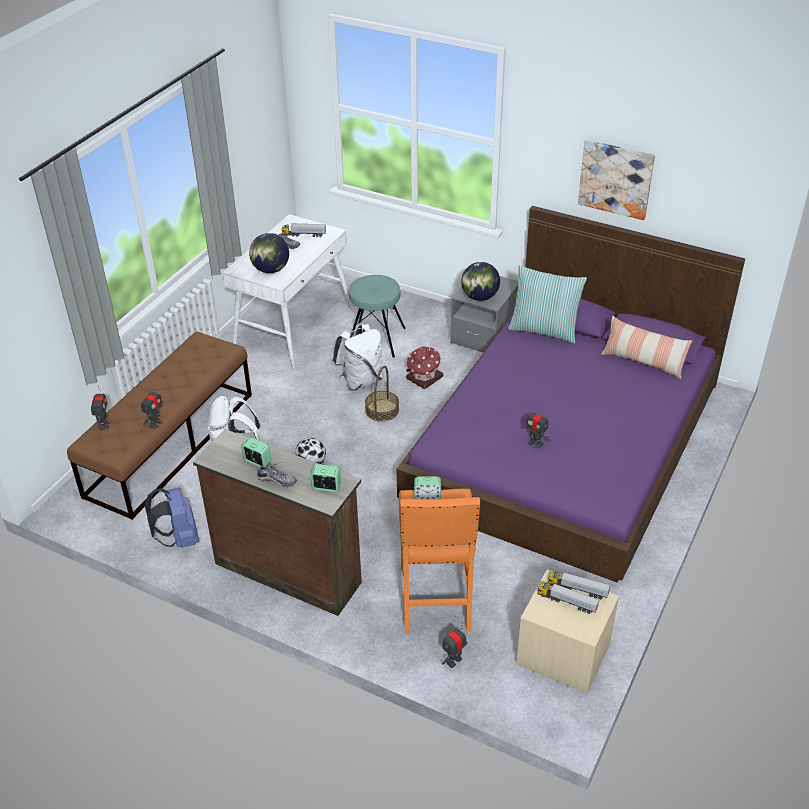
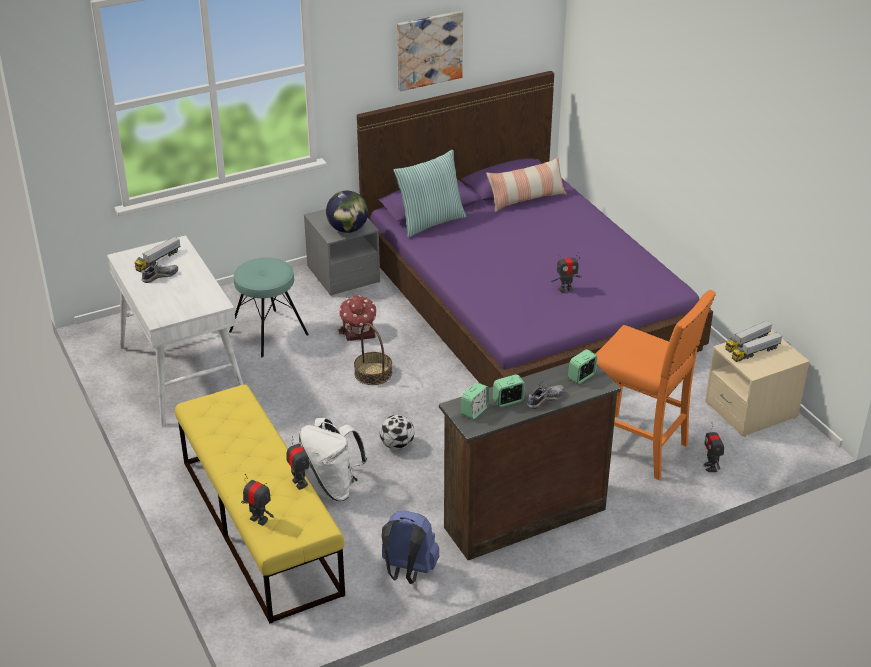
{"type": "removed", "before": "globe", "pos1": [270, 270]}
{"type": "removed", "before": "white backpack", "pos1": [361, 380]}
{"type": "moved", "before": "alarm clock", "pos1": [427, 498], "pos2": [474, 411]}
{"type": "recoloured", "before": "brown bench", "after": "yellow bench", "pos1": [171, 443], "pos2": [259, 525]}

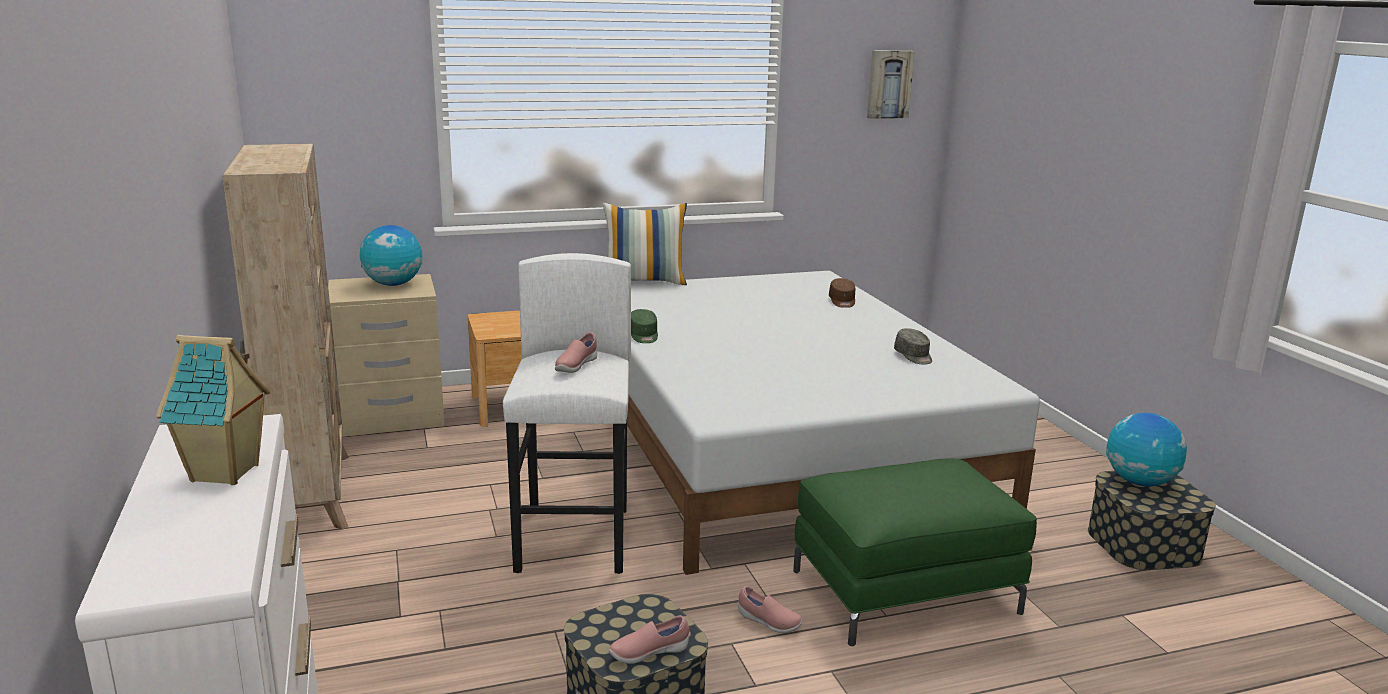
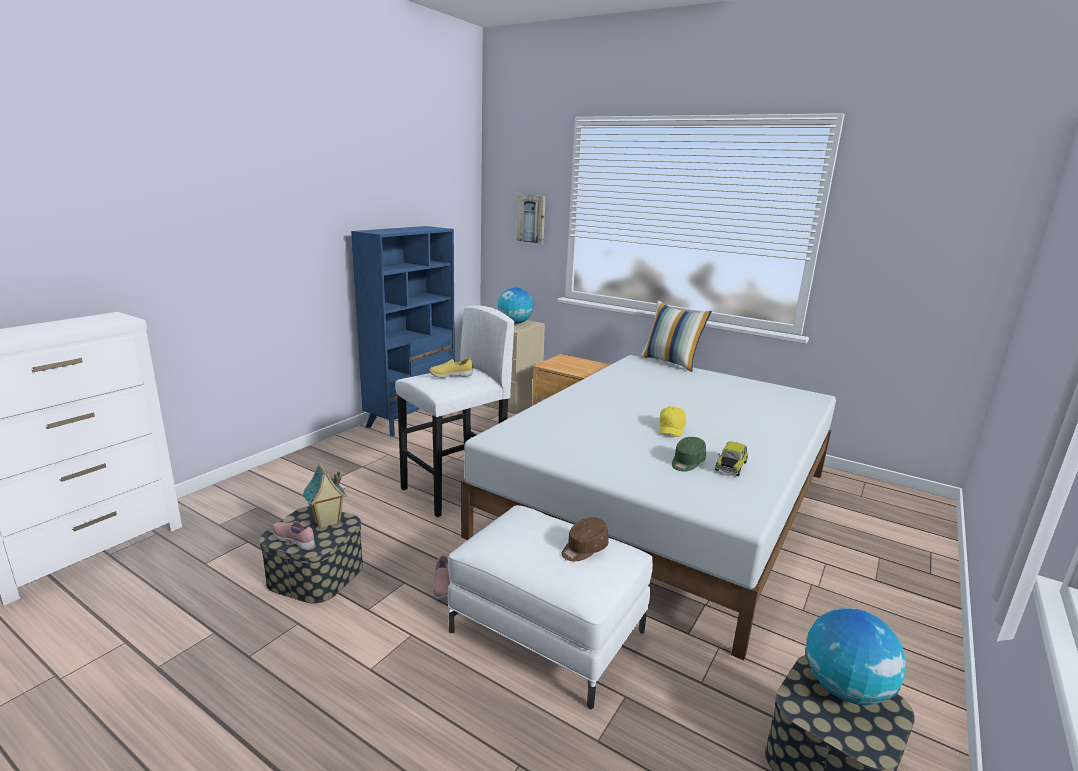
{"type": "added", "after": "yellow cap", "pos2": [671, 429]}
{"type": "moved", "before": "toy house", "pos1": [226, 473], "pos2": [327, 522]}
{"type": "moved", "before": "green cap", "pos1": [643, 336], "pos2": [687, 462]}
{"type": "moved", "before": "brown cap", "pos1": [842, 301], "pos2": [583, 549]}
{"type": "moved", "before": "picture", "pos1": [889, 84], "pos2": [531, 218]}
{"type": "replaced", "before": "grey cap", "after": "toy car", "pos1": [913, 356], "pos2": [730, 466]}
{"type": "recoloured", "before": "beige bookcase", "after": "blue bookcase", "pos1": [312, 493], "pos2": [412, 417]}
{"type": "recoloured", "before": "pink shoe", "after": "yellow shoe", "pos1": [575, 366], "pos2": [451, 376]}
{"type": "recoloured", "before": "green ottoman", "after": "white ottoman", "pos1": [905, 591], "pos2": [547, 631]}

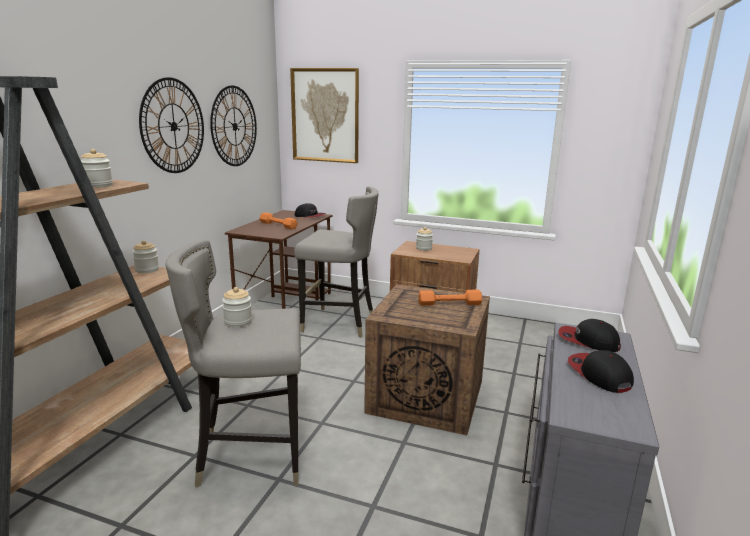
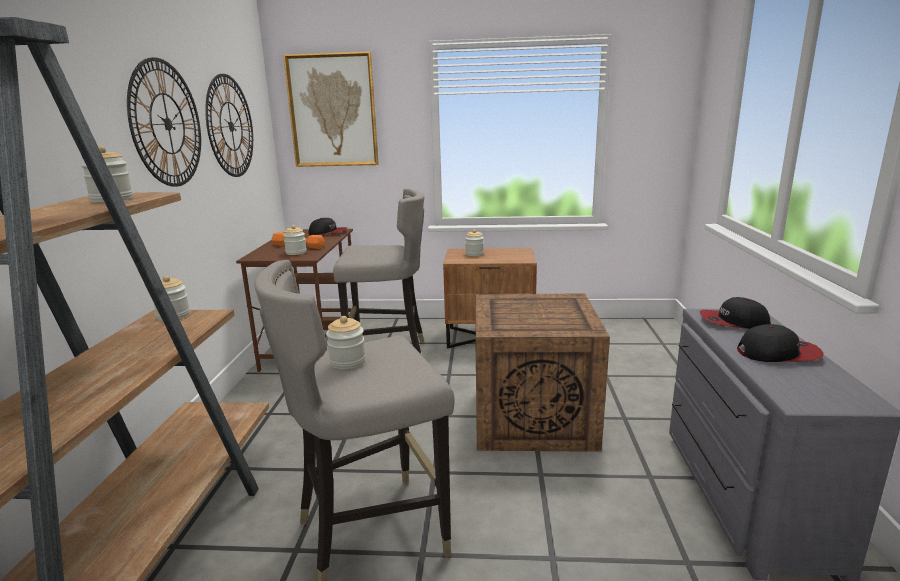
{"type": "removed", "before": "orange dumbbell", "pos1": [449, 304]}
{"type": "added", "after": "jar", "pos2": [296, 252]}
{"type": "turned", "before": "cap", "pos1": [599, 374], "pos2": [778, 353], "turn": 135}

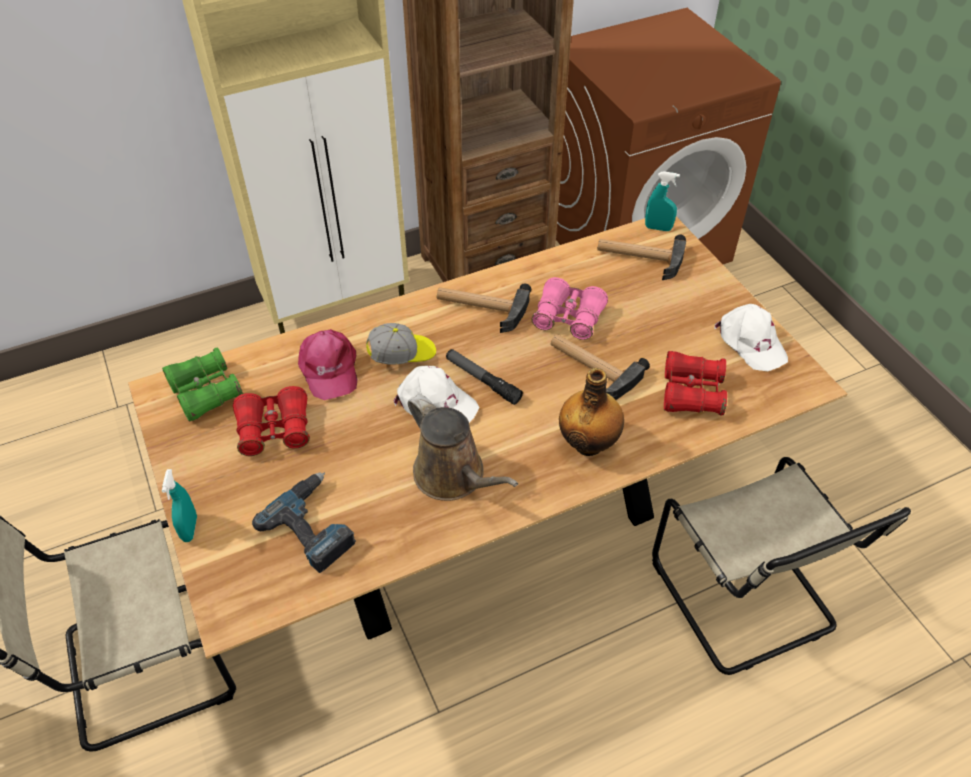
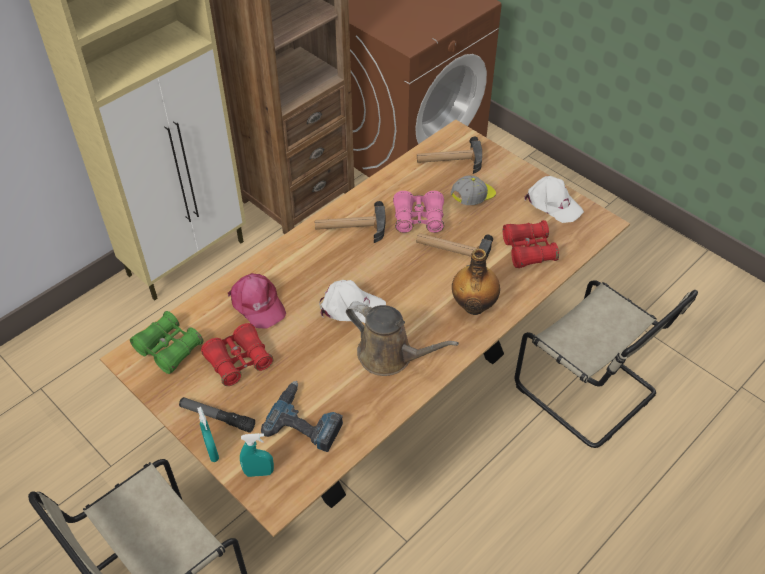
{"type": "moved", "before": "cap", "pos1": [402, 355], "pos2": [473, 198]}
{"type": "moved", "before": "flashlight", "pos1": [482, 380], "pos2": [217, 417]}
{"type": "moved", "before": "turquoise spray bottle", "pos1": [658, 228], "pos2": [259, 472]}

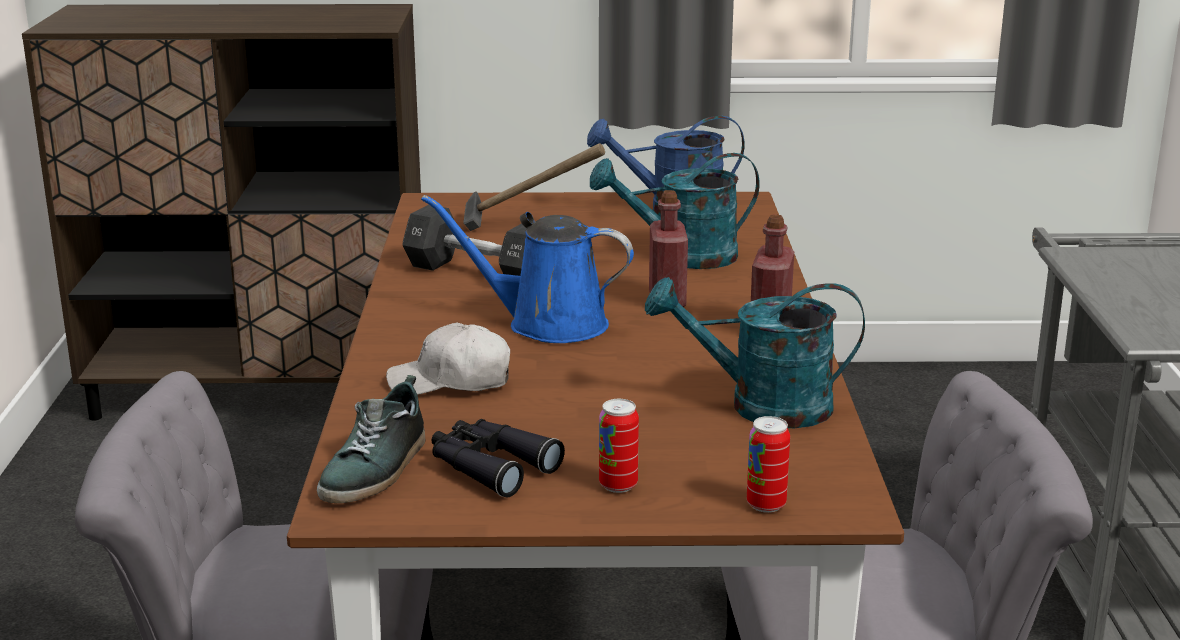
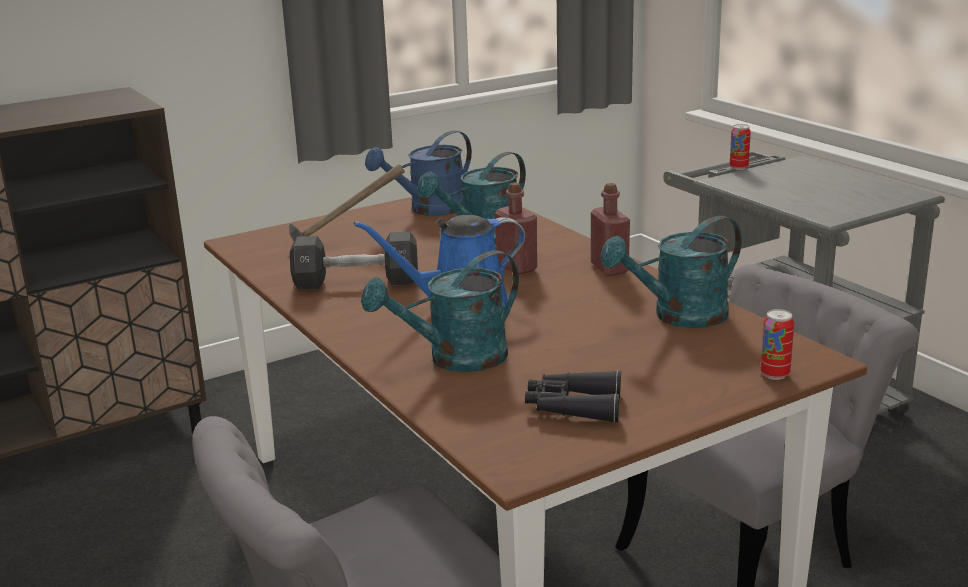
{"type": "removed", "before": "shoe", "pos1": [376, 469]}
{"type": "moved", "before": "can", "pos1": [618, 485], "pos2": [738, 168]}
{"type": "replaced", "before": "white cap", "after": "turquoise watering can", "pos1": [451, 381], "pos2": [455, 360]}

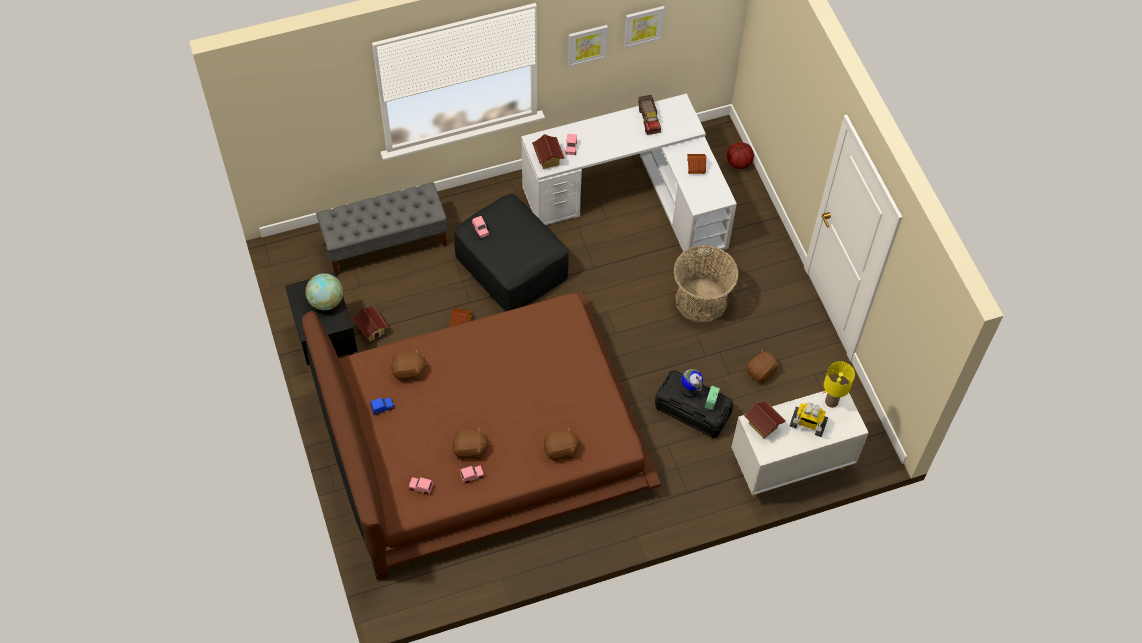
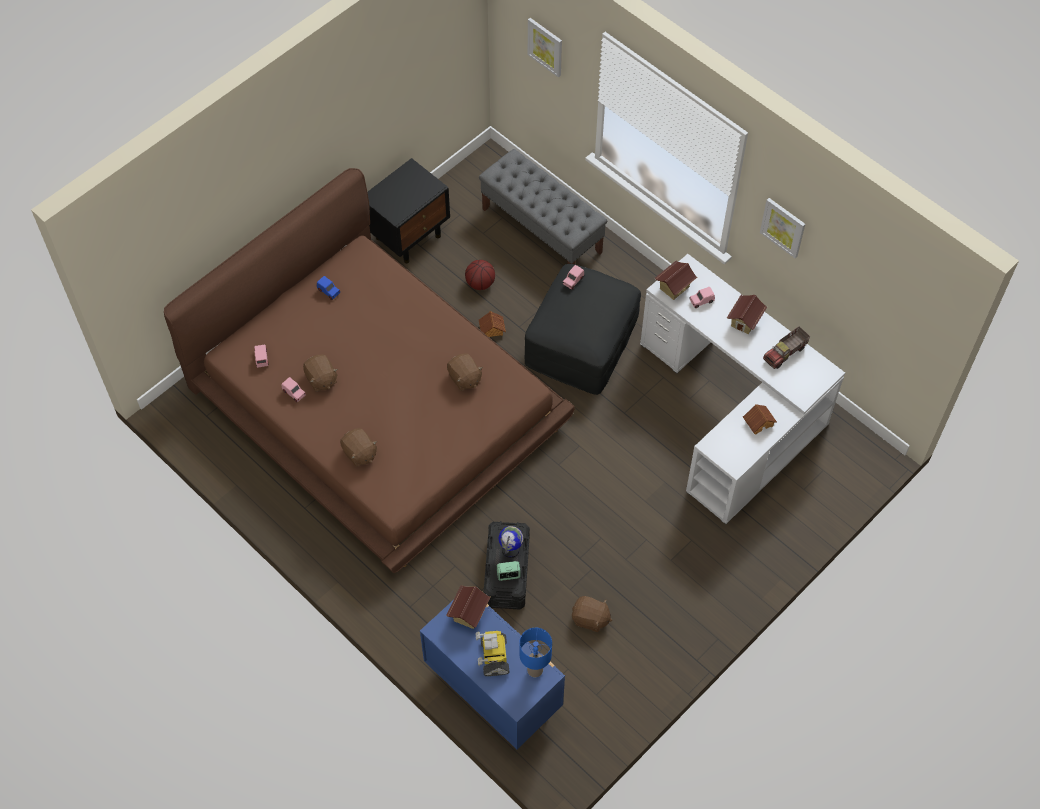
{"type": "removed", "before": "globe", "pos1": [326, 301]}
{"type": "removed", "before": "basket", "pos1": [701, 301]}
{"type": "moved", "before": "toy house", "pos1": [372, 330], "pos2": [745, 322]}
{"type": "moved", "before": "brown plush toy", "pos1": [409, 372], "pos2": [464, 378]}
{"type": "moved", "before": "picture", "pos1": [643, 25], "pos2": [545, 46]}
{"type": "moved", "before": "basketball", "pos1": [739, 163], "pos2": [480, 283]}
{"type": "recoloured", "before": "white dresser", "after": "blue dresser", "pos1": [789, 465], "pos2": [492, 691]}
{"type": "recoloured", "before": "yellow table lamp", "after": "blue table lamp", "pos1": [831, 401], "pos2": [535, 669]}

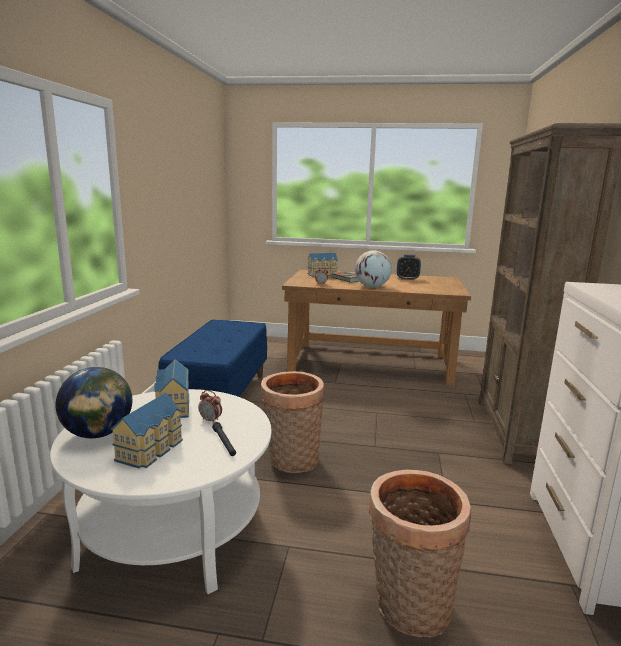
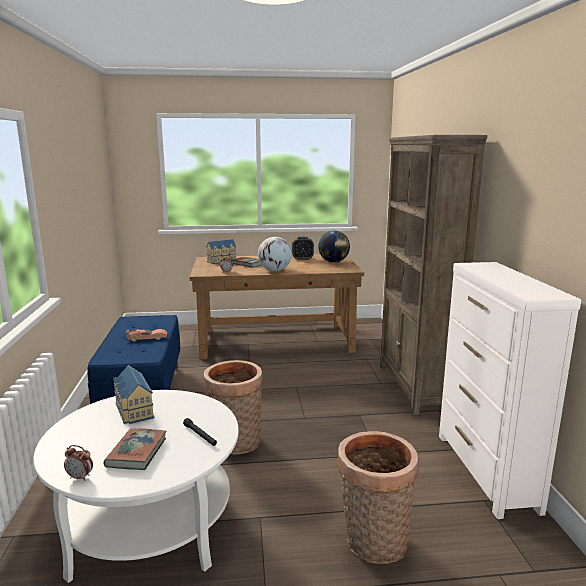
{"type": "added", "after": "toy car", "pos2": [147, 338]}
{"type": "moved", "before": "globe", "pos1": [98, 434], "pos2": [333, 262]}
{"type": "moved", "before": "alarm clock", "pos1": [210, 420], "pos2": [80, 477]}
{"type": "replaced", "before": "toy house", "after": "book", "pos1": [152, 449], "pos2": [137, 452]}

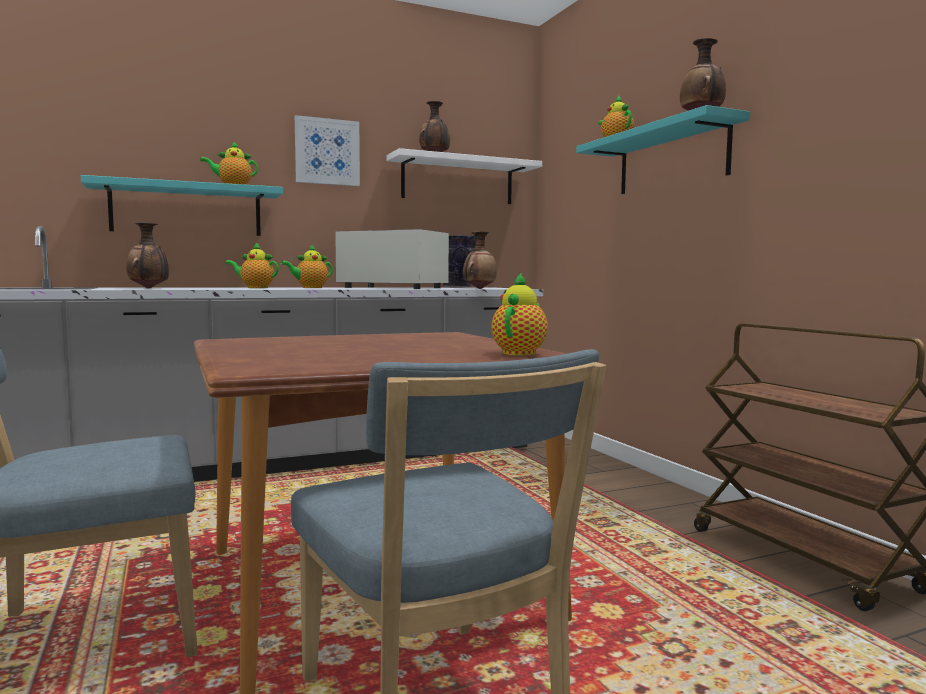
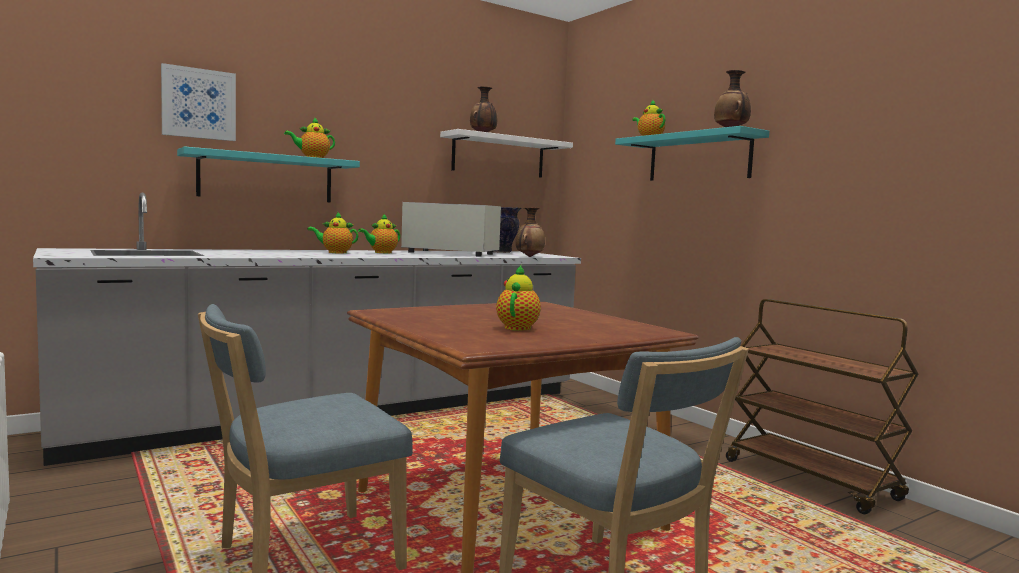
{"type": "removed", "before": "vase", "pos1": [149, 288]}
{"type": "moved", "before": "picture", "pos1": [327, 152], "pos2": [199, 103]}
{"type": "moved", "before": "teapot", "pos1": [520, 353], "pos2": [518, 327]}

